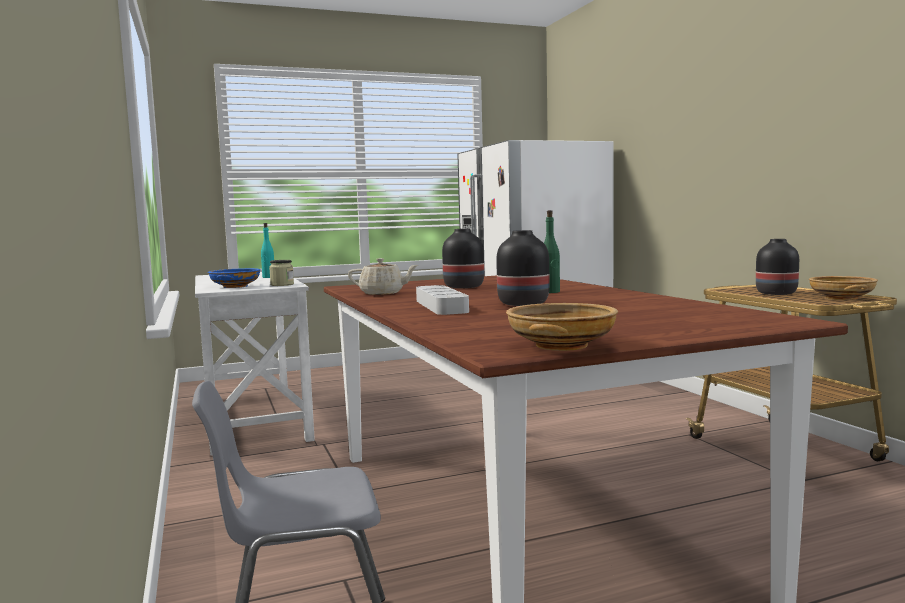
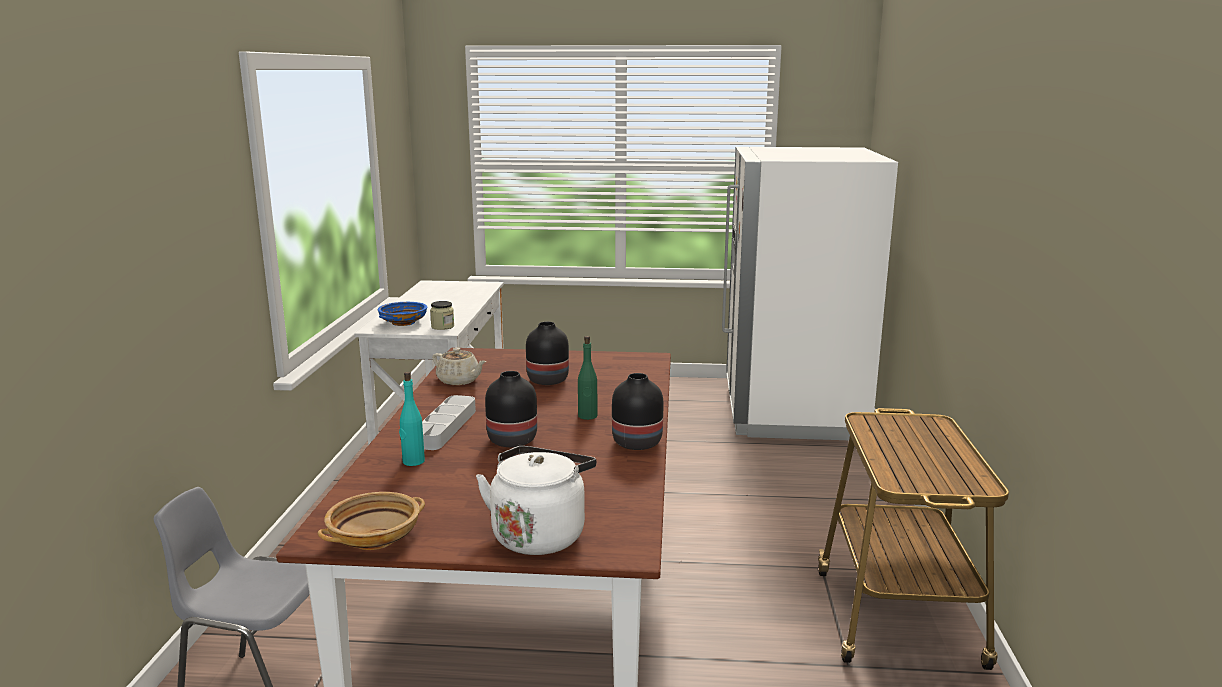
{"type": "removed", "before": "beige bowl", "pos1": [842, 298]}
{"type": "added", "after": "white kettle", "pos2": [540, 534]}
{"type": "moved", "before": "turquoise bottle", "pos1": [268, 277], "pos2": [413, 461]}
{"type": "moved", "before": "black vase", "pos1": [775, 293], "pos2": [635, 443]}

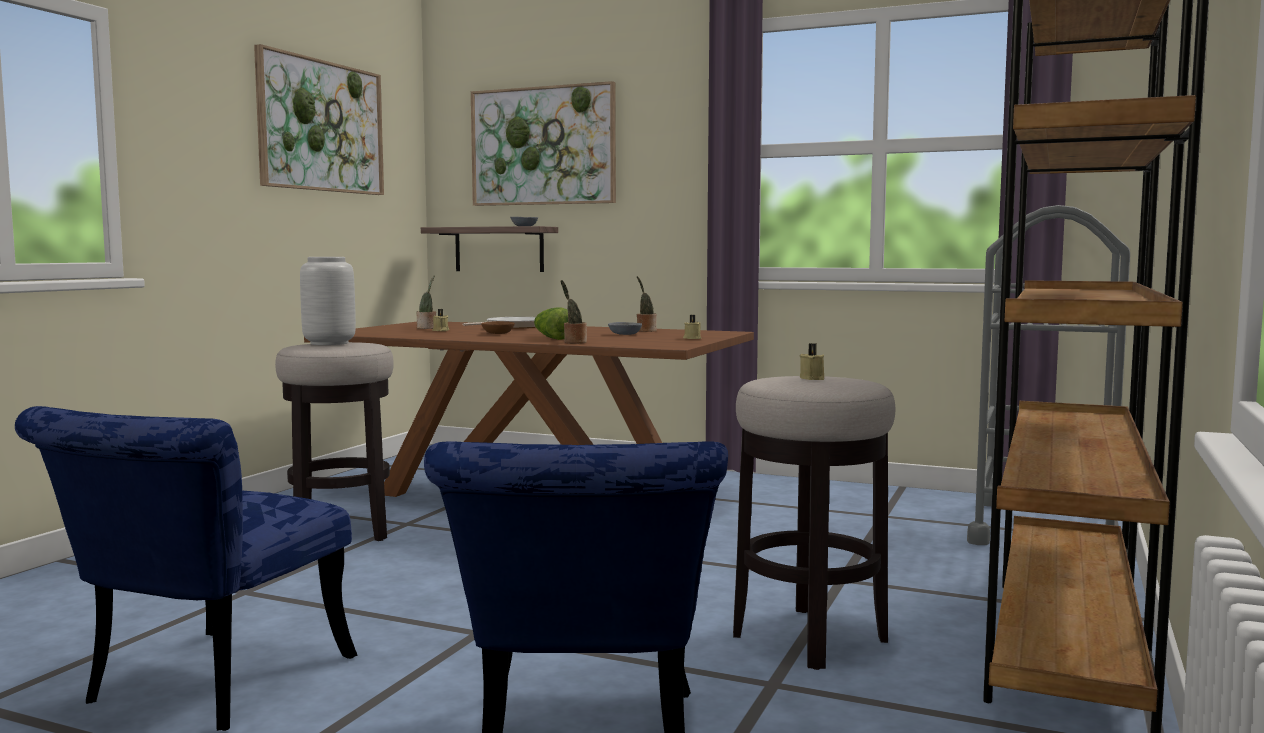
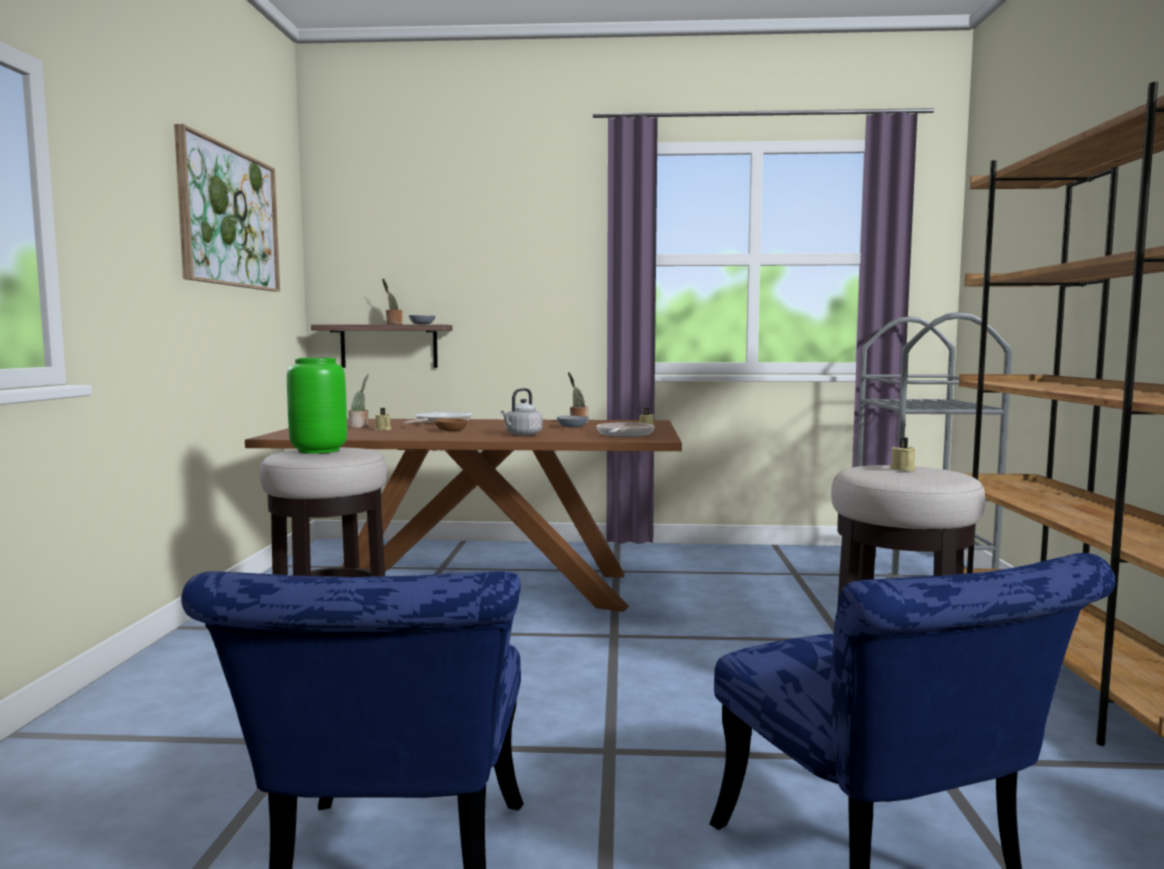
{"type": "removed", "before": "picture", "pos1": [543, 146]}
{"type": "added", "after": "frying pan", "pos2": [624, 435]}
{"type": "moved", "before": "potted plant", "pos1": [573, 342], "pos2": [393, 324]}
{"type": "replaced", "before": "lettuce", "after": "grey kettle", "pos1": [552, 338], "pos2": [522, 434]}
{"type": "recoloured", "before": "grey vase", "after": "green vase", "pos1": [330, 343], "pos2": [320, 451]}

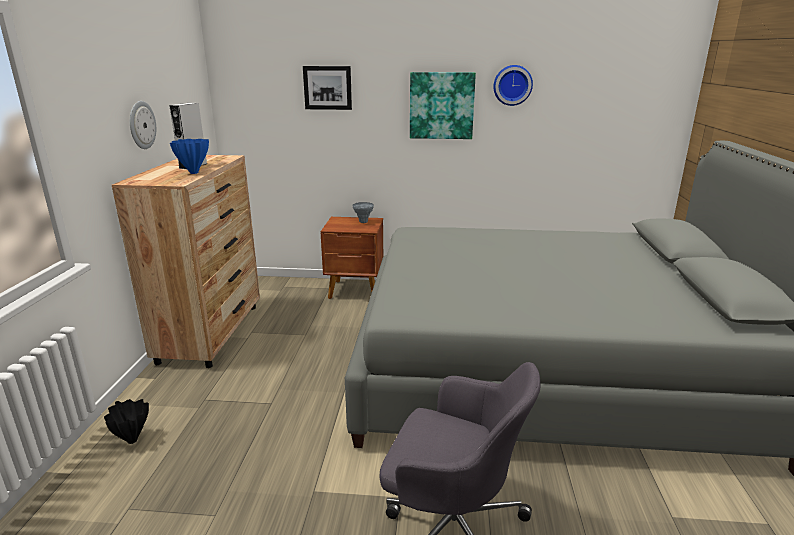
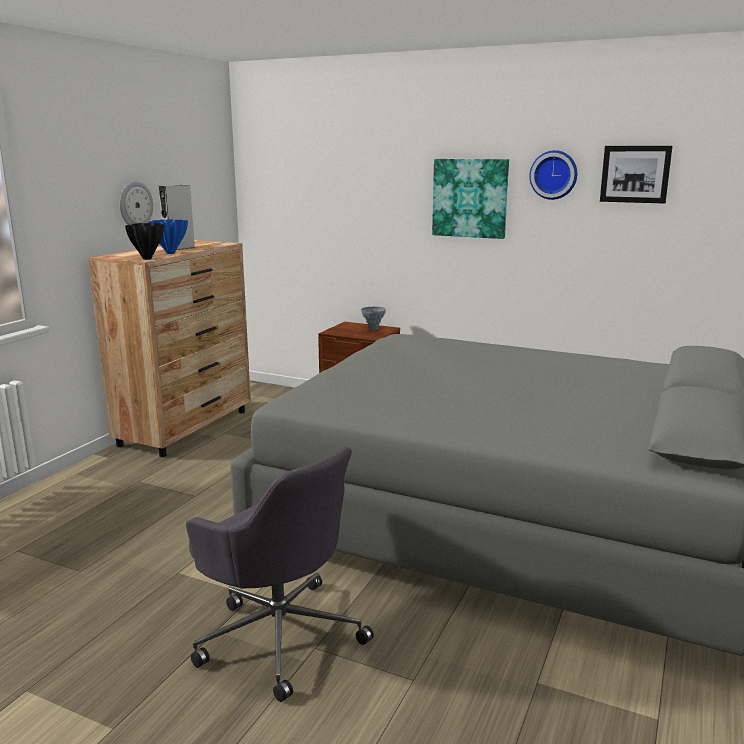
{"type": "moved", "before": "black vase", "pos1": [132, 441], "pos2": [147, 259]}
{"type": "moved", "before": "picture", "pos1": [327, 87], "pos2": [635, 174]}

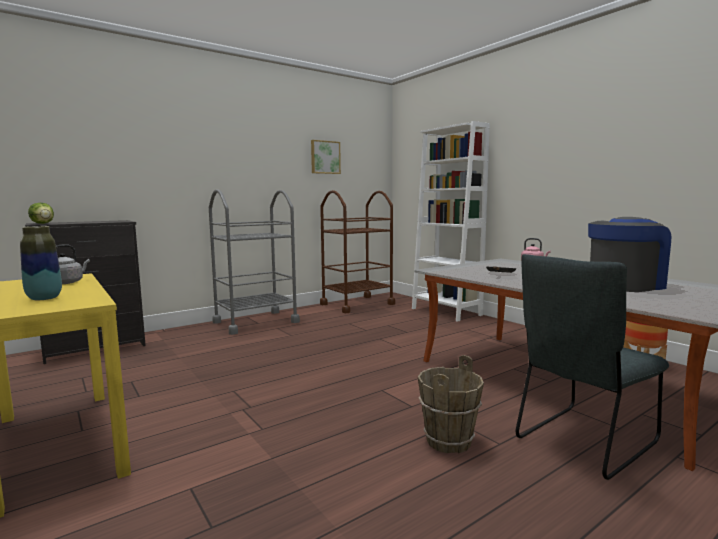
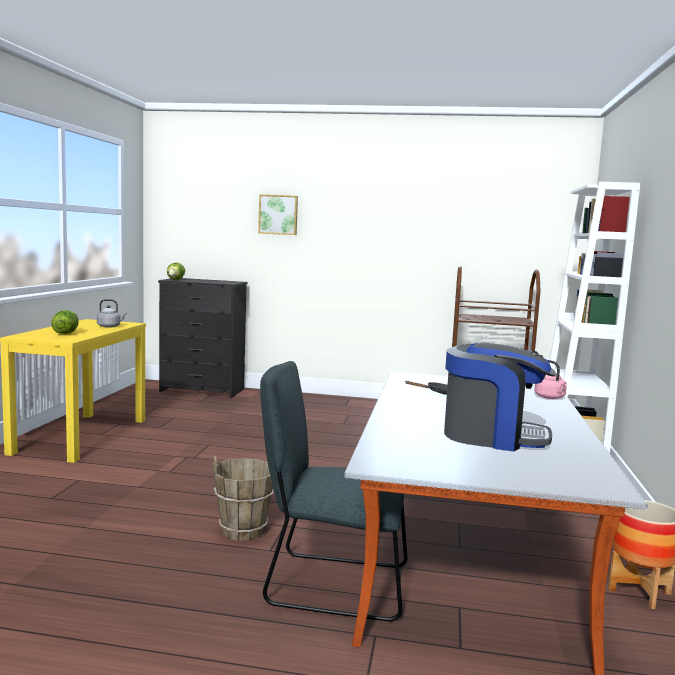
{"type": "removed", "before": "grey cart", "pos1": [256, 322]}
{"type": "moved", "before": "picture", "pos1": [325, 157], "pos2": [278, 214]}
{"type": "replaced", "before": "vase", "after": "lettuce", "pos1": [44, 298], "pos2": [65, 333]}

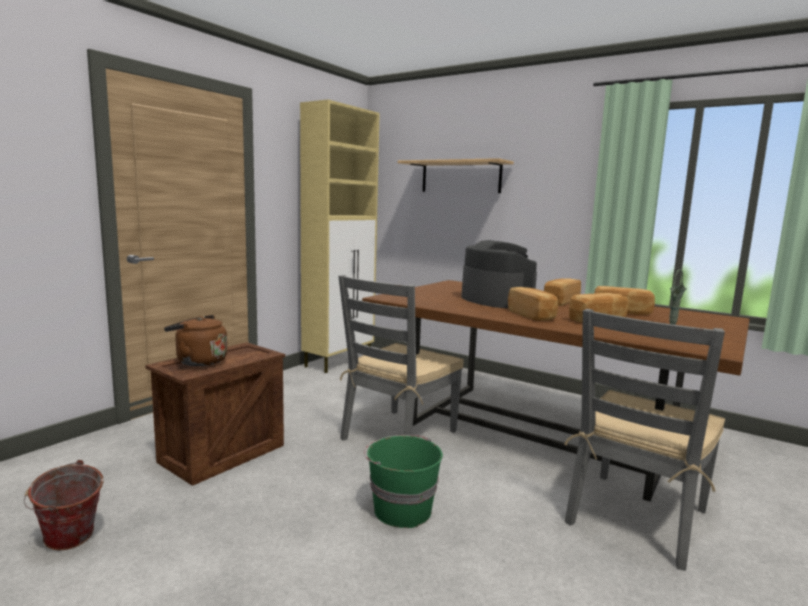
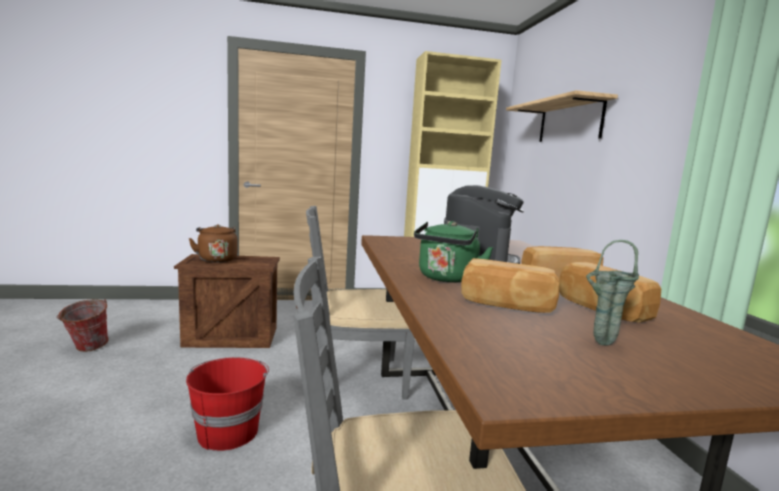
{"type": "replaced", "before": "bread", "after": "green kettle", "pos1": [532, 315], "pos2": [446, 278]}
{"type": "recoloured", "before": "green bucket", "after": "red bucket", "pos1": [401, 509], "pos2": [228, 431]}

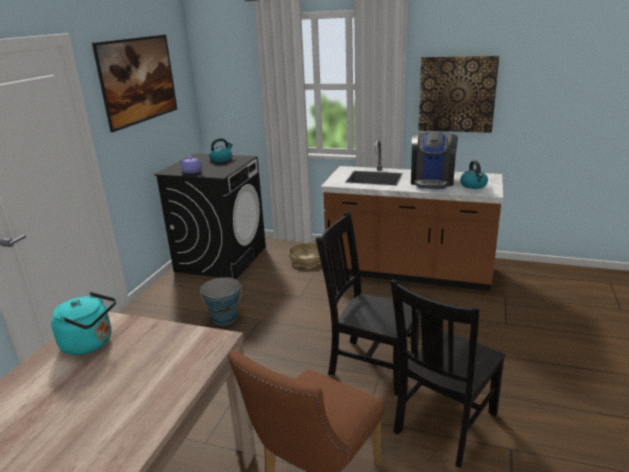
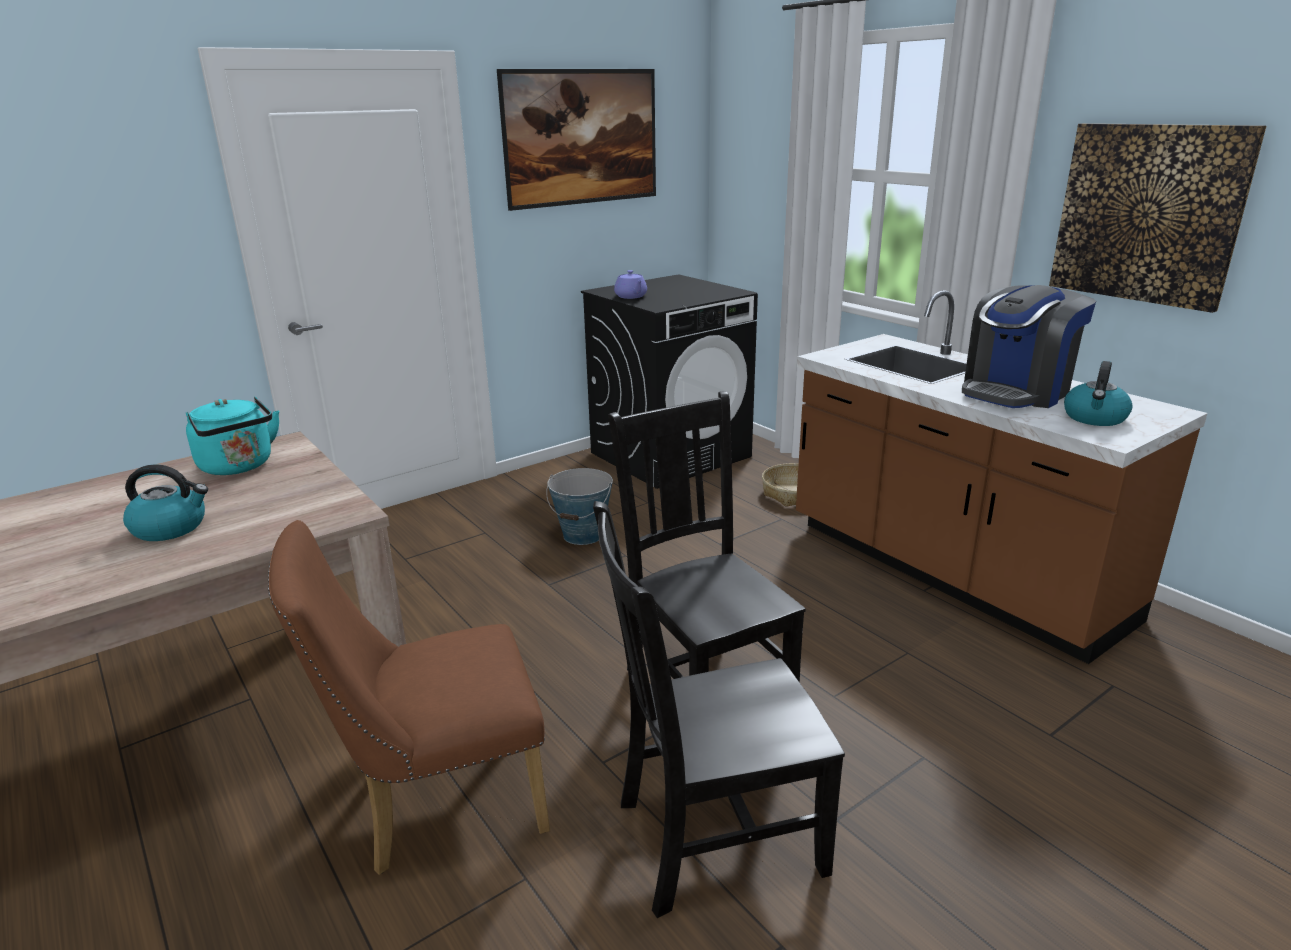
{"type": "moved", "before": "kettle", "pos1": [221, 159], "pos2": [171, 527]}

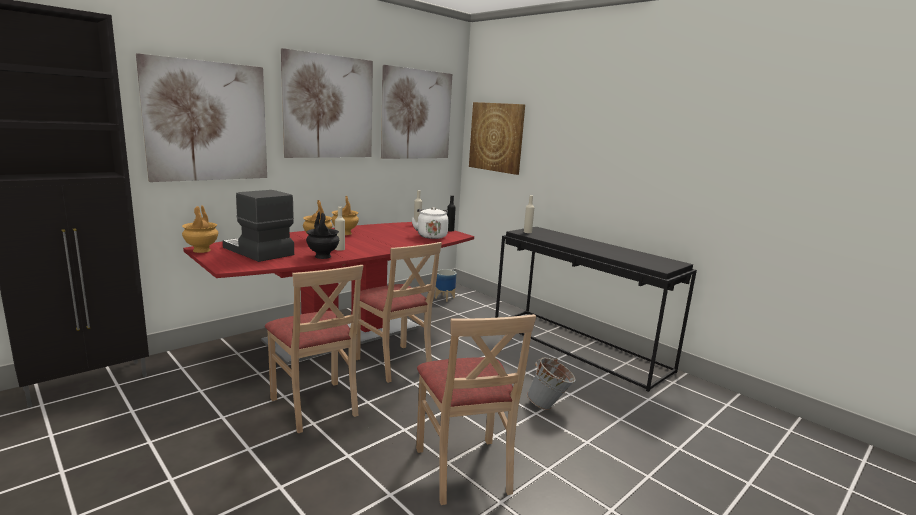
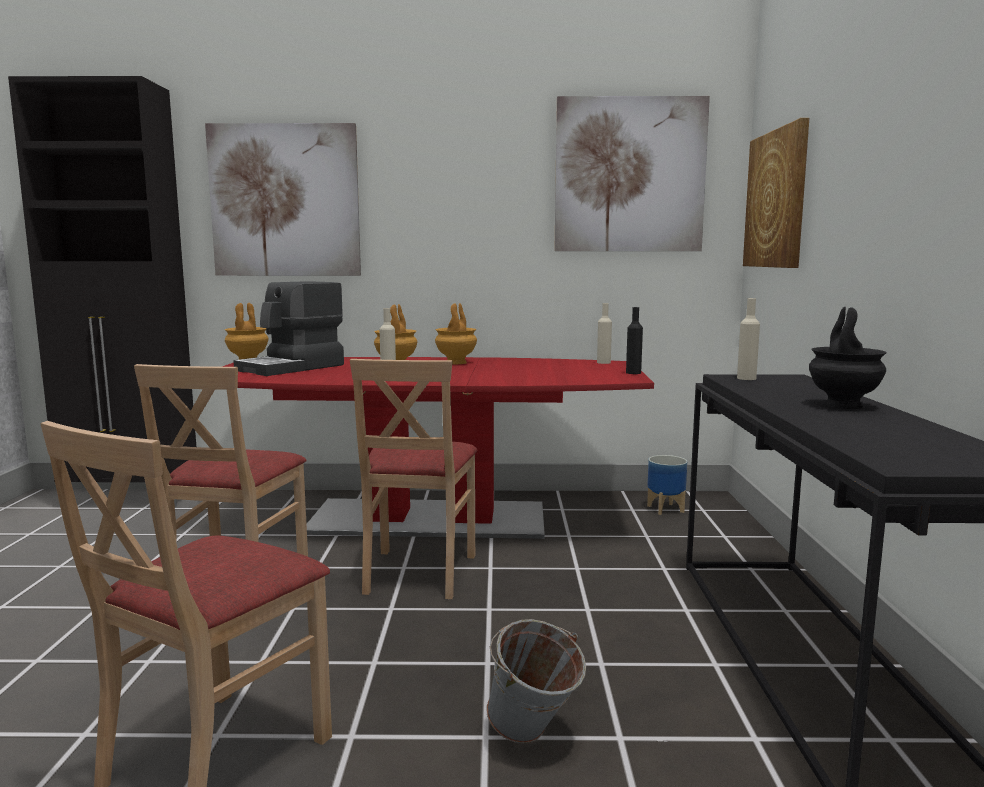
{"type": "removed", "before": "picture", "pos1": [329, 107]}
{"type": "removed", "before": "white kettle", "pos1": [431, 236]}
{"type": "moved", "before": "black vase", "pos1": [322, 256], "pos2": [842, 405]}
{"type": "turned", "before": "coffee machine", "pos1": [258, 251], "pos2": [292, 367], "turn": -135}

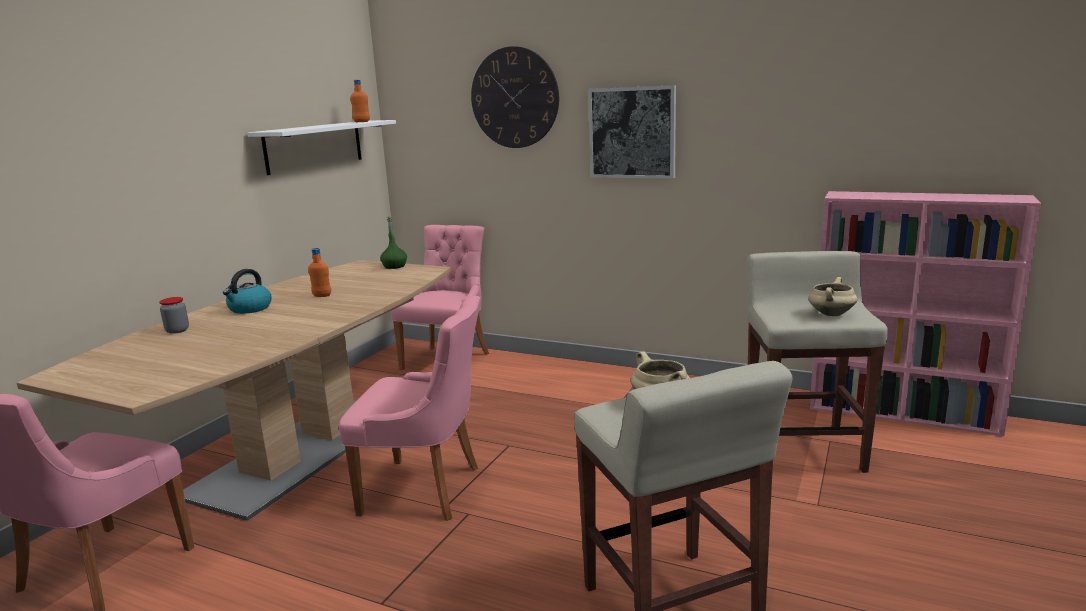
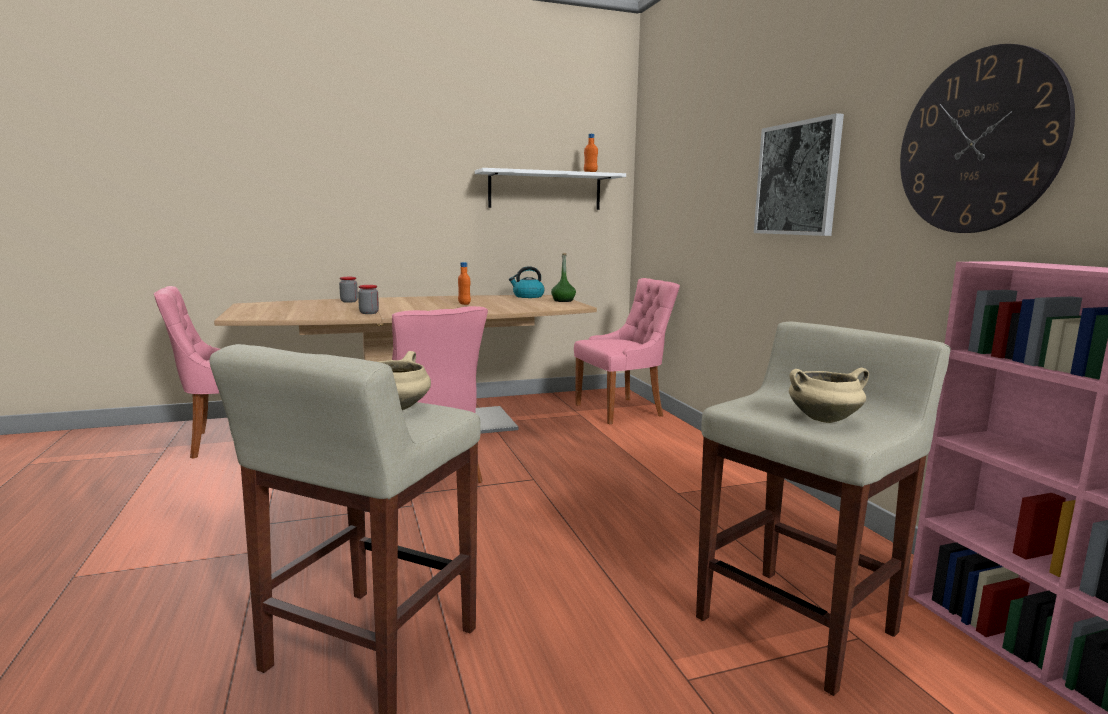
{"type": "added", "after": "jar", "pos2": [369, 313]}
{"type": "moved", "before": "kettle", "pos1": [249, 309], "pos2": [528, 296]}
{"type": "moved", "before": "wall clock", "pos1": [514, 98], "pos2": [978, 142]}

